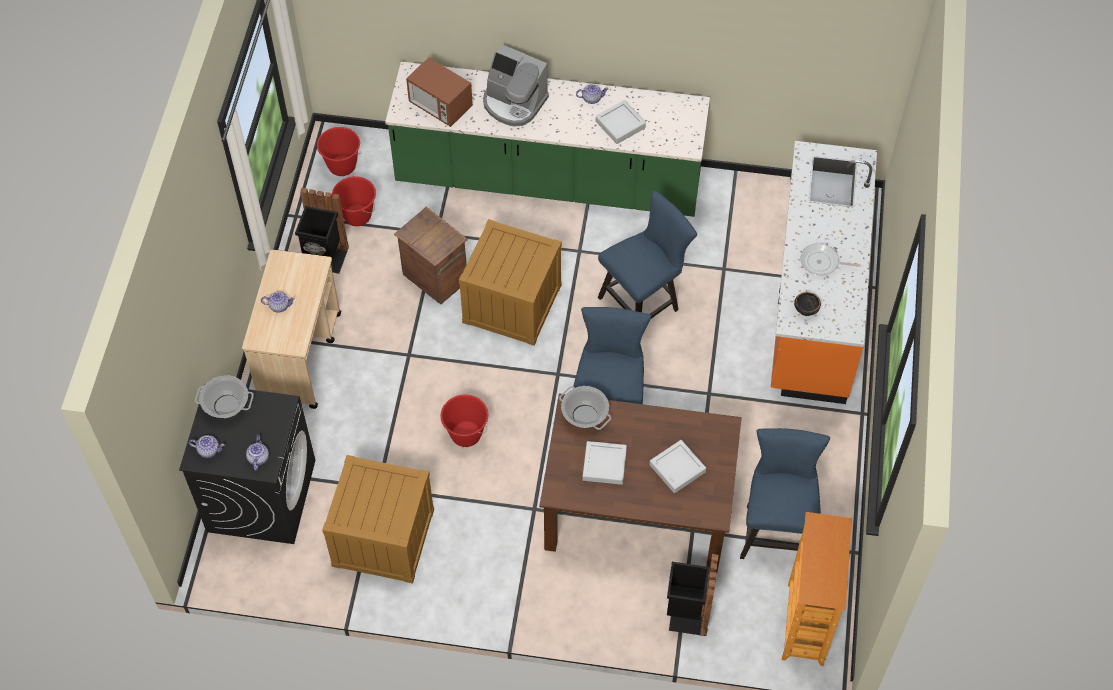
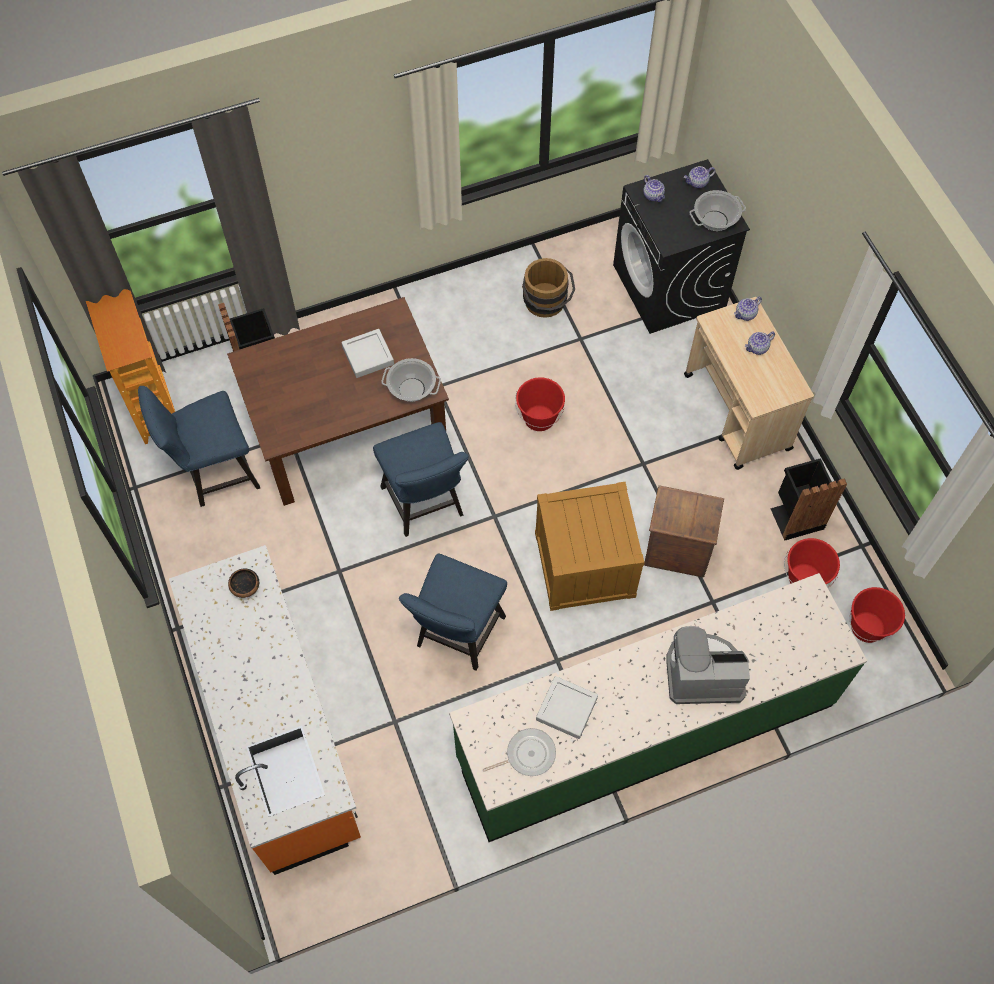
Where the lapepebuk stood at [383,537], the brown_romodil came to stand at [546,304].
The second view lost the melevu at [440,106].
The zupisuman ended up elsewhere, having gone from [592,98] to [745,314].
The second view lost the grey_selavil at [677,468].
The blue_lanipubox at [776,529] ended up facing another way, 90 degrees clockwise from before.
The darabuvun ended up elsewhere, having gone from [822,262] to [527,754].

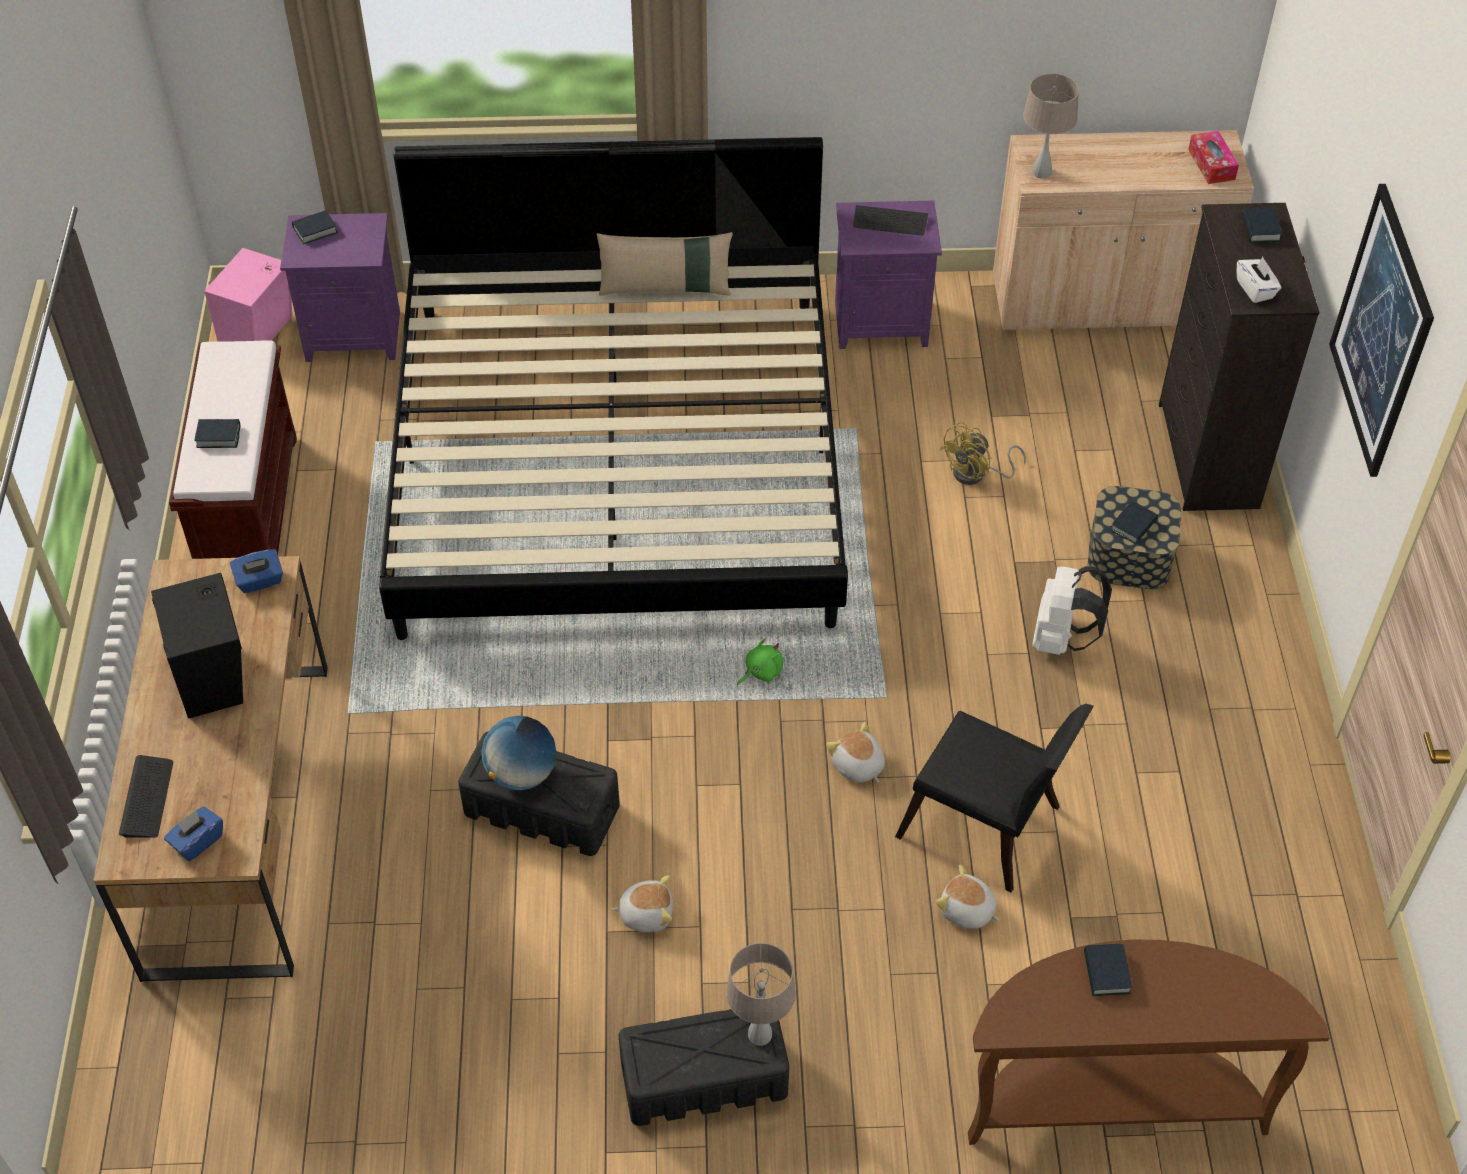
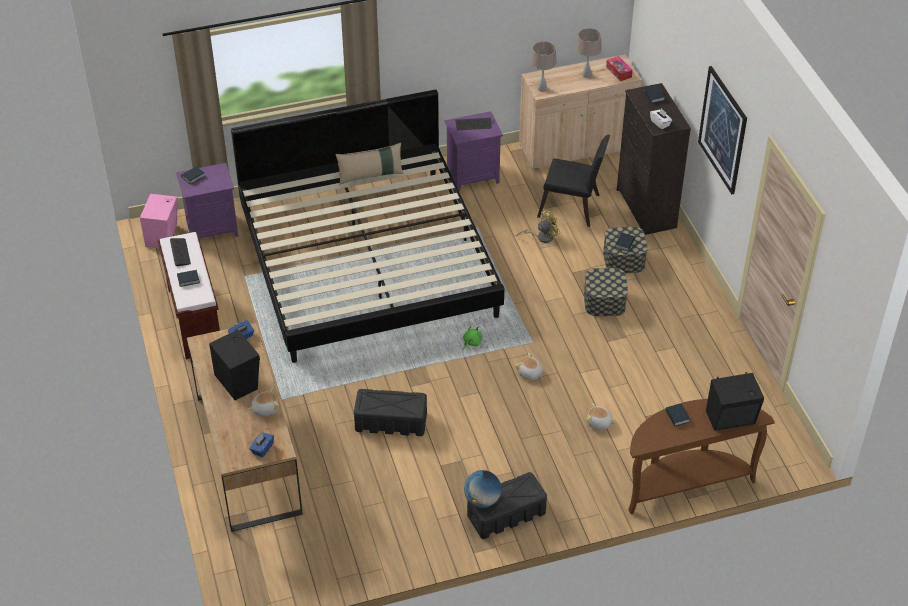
The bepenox ended up elsewhere, having gone from [147,798] to [180,252].
The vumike ended up elsewhere, having gone from [521,774] to [482,500].
The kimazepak ended up elsewhere, having gone from [646,913] to [265,409].
The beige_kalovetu ended up elsewhere, having gone from [759,1034] to [586,75].
The black_lanipubox ended up elsewhere, having gone from [986,829] to [573,208].
The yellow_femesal at [976,474] ended up facing another way, 150 degrees counterclockwise from before.
Where the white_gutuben stood at [1061,638], the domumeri came to stand at [604,301].
The second view gained the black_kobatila at [732,419].

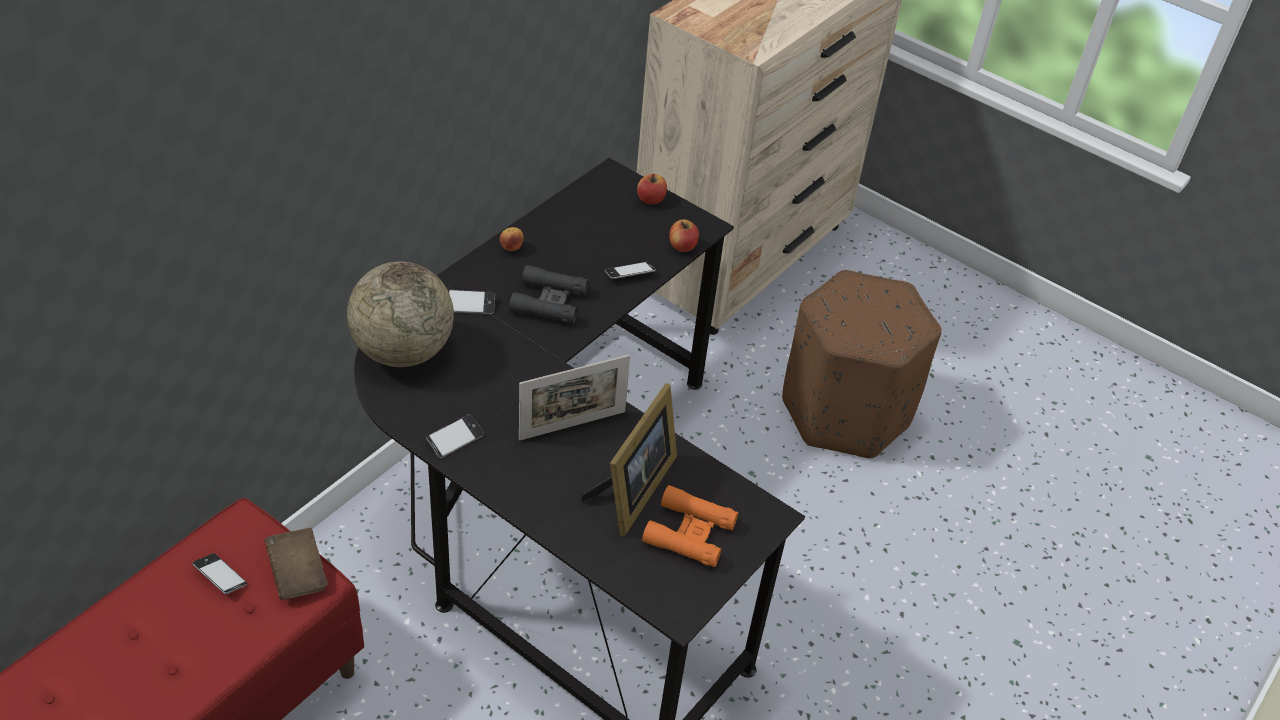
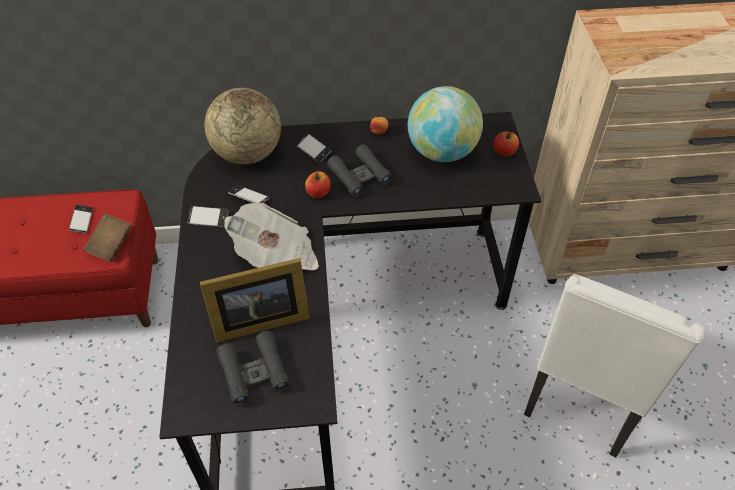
Where the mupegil stood at [572,425], the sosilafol came to stand at [276,256].
The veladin ended up elsewhere, having gone from [629,274] to [249,197].
What was the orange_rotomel at [689,533] turned into the black_rotomel at [254,372].
The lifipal ended up elsewhere, having gone from [682,246] to [318,192].
Where the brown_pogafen stood at [844,412], the white_lanipubox came to stand at [585,394].
The second view gained the vumike at [441,152].

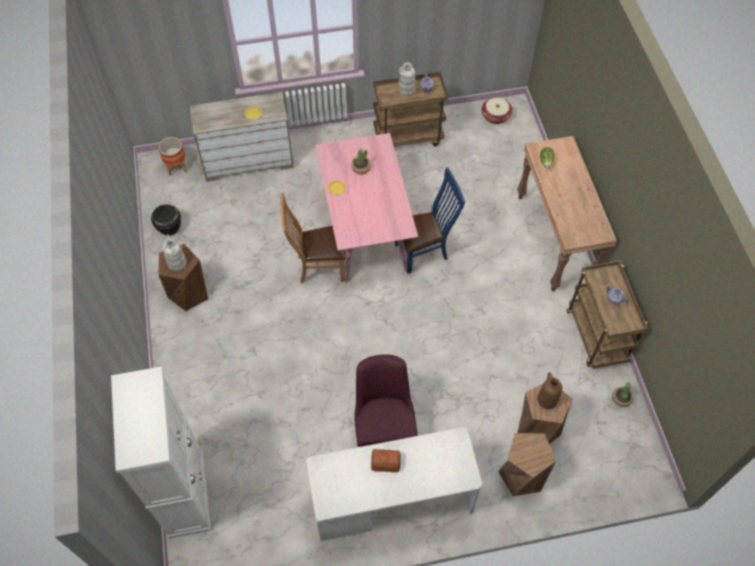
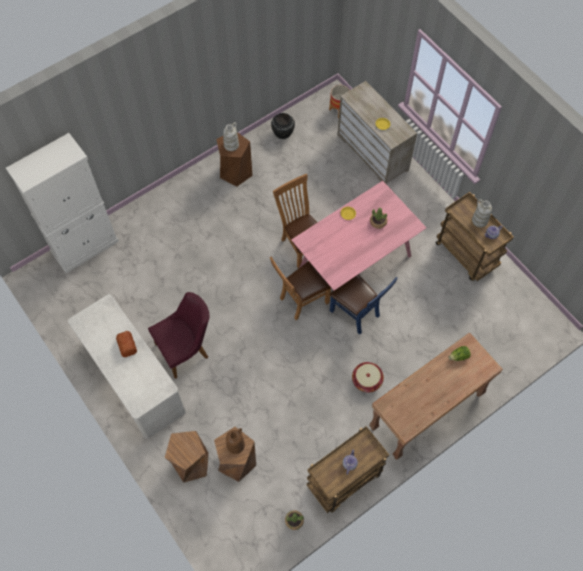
The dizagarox ended up elsewhere, having gone from [495,116] to [367,380].
The second view gained the brown_lanipubox at [301,300].

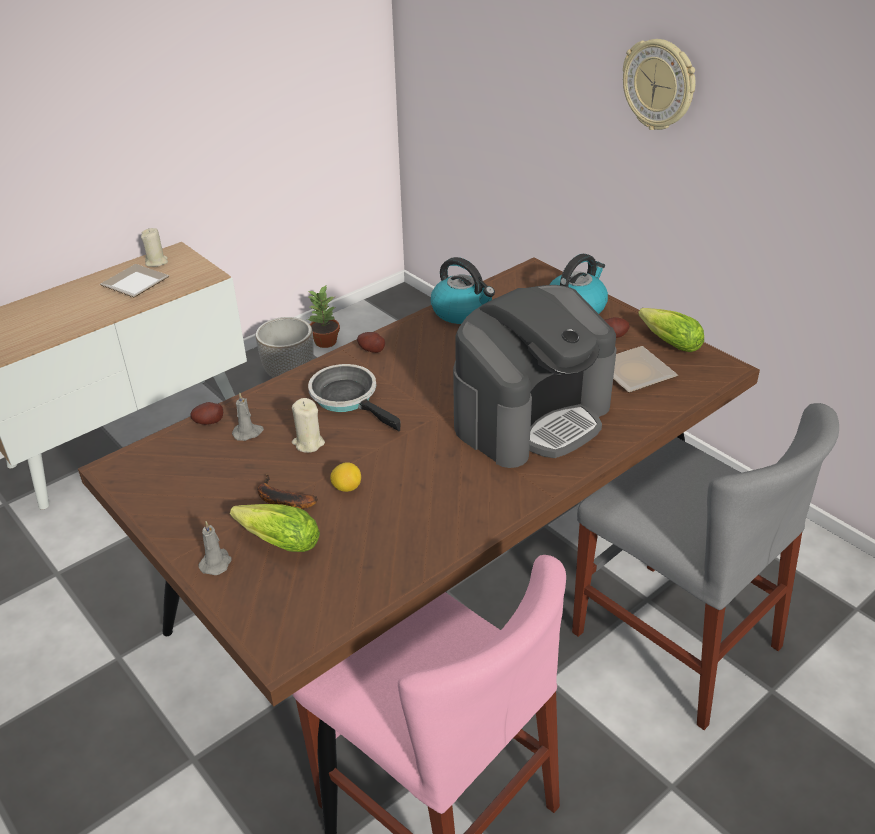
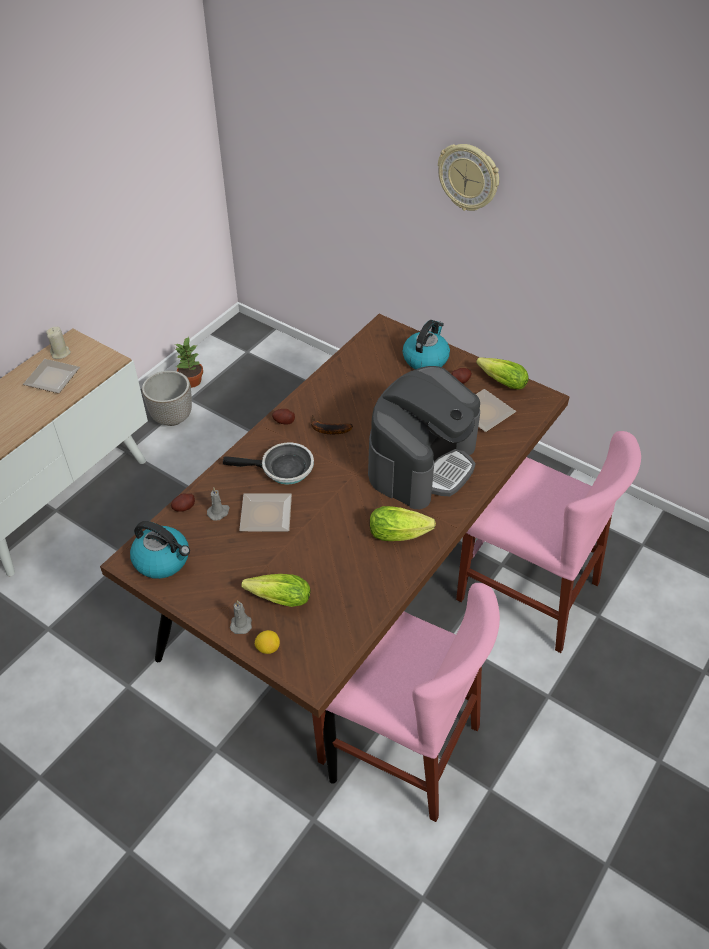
The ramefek ended up elsewhere, having gone from [280,500] to [327,429].
Where the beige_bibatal stood at [308,443], the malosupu came to stand at [268,513].
The darabuvun at [348,398] ended up facing another way, 150 degrees clockwise from before.
The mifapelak ended up elsewhere, having gone from [347,487] to [268,648].
The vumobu ended up elsewhere, having gone from [462,311] to [163,560].
What was the grey_lanipubox at [675,639] turned into the pink_lanipubox at [527,591].
The second view gained the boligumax at [402,533].

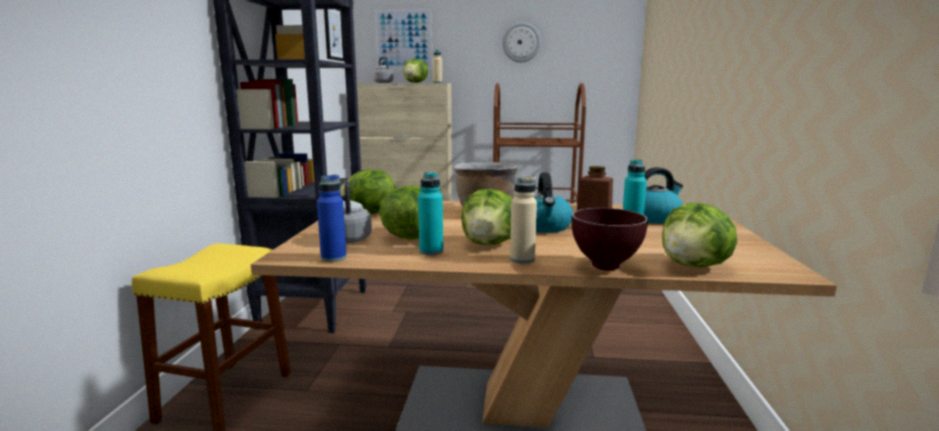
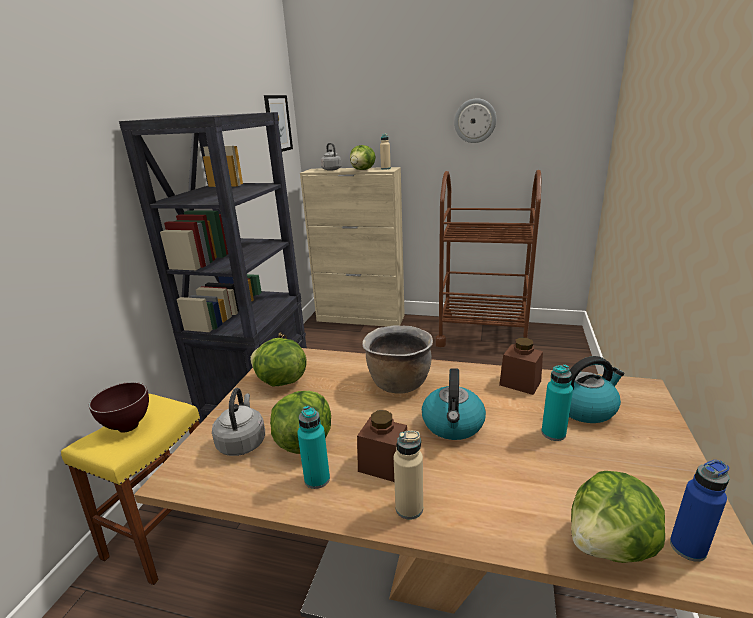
The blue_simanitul ended up elsewhere, having gone from [333,258] to [687,547].
The second view lost the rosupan at [404,39].
Where the boligumax stood at [490,244], the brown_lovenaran came to stand at [384,465].
The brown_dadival ended up elsewhere, having gone from [606,267] to [128,428].

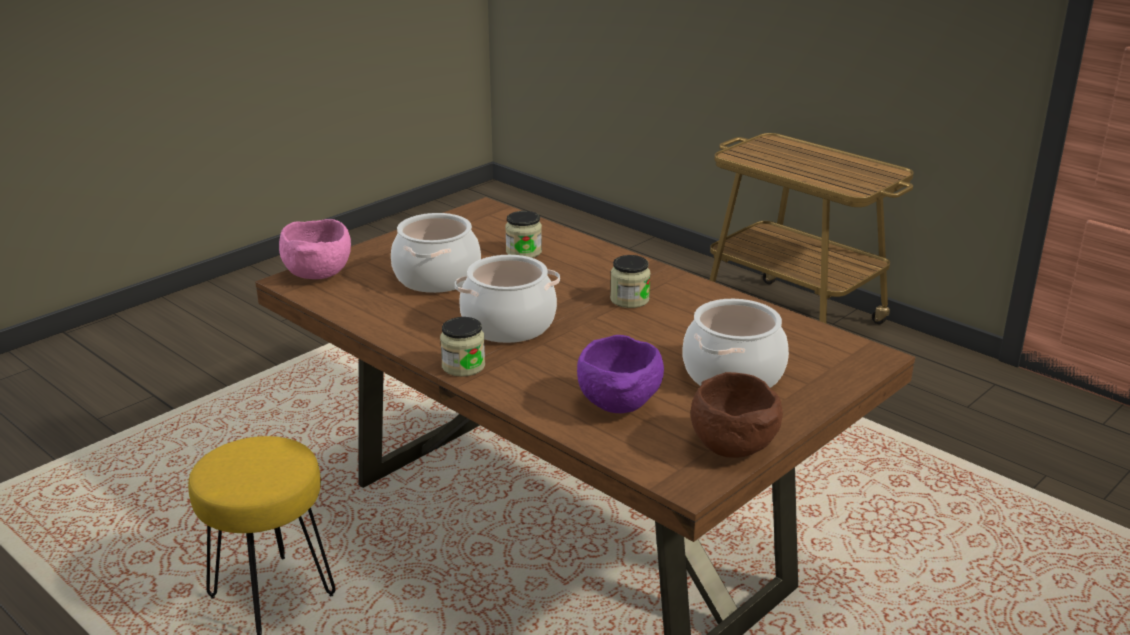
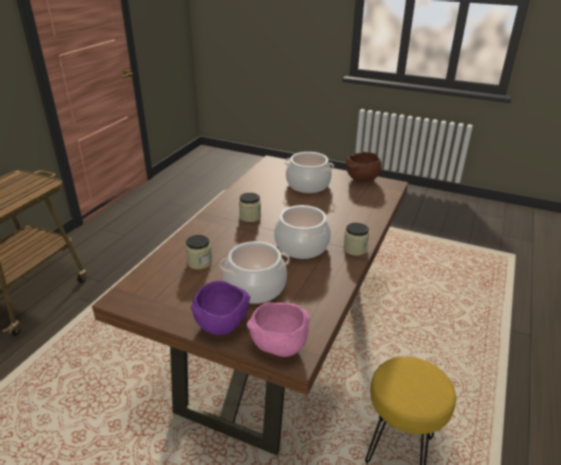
The purple_dadival ended up elsewhere, having gone from [620,406] to [222,325].

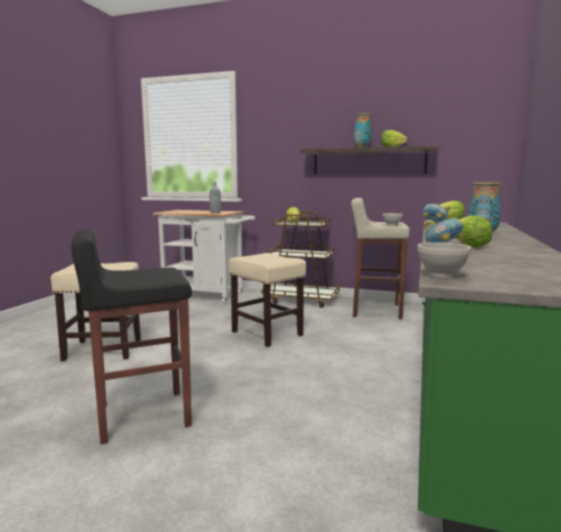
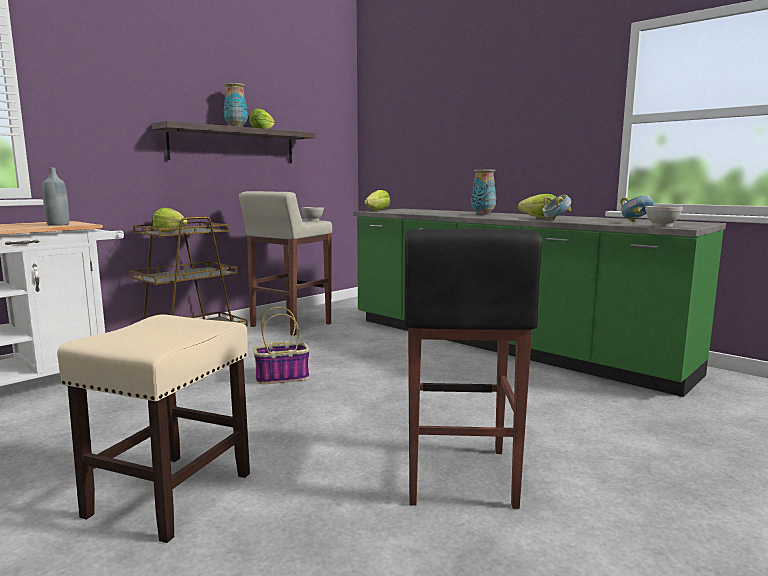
Where the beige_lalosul stood at [267,333], the dizagarox came to stand at [283,377].
The dadival ended up elsewhere, having gone from [434,224] to [636,222].

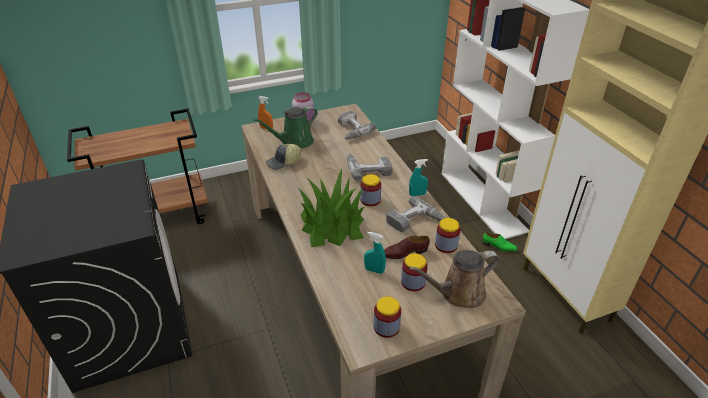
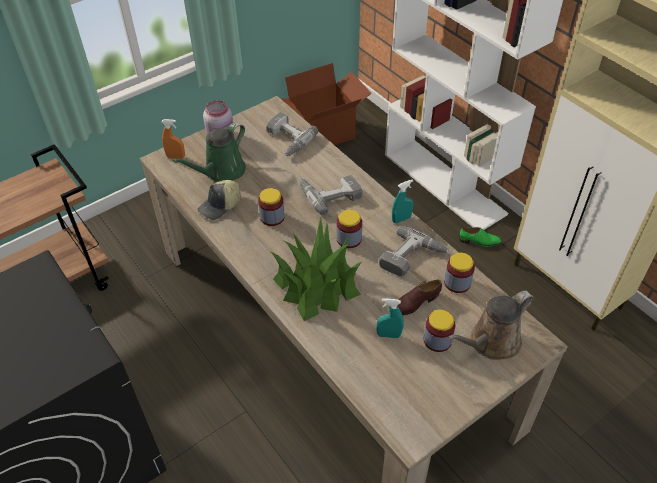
The lovenaran ended up elsewhere, having gone from [386,327] to [272,217].
The second view gained the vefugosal at [323,134].

